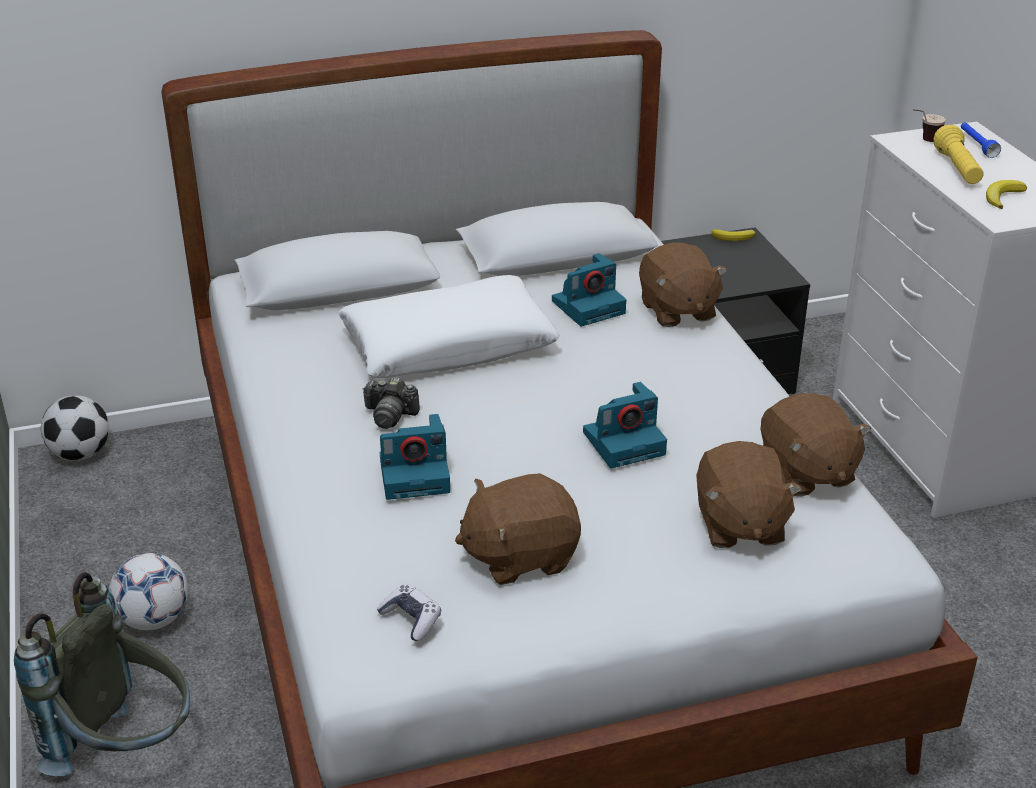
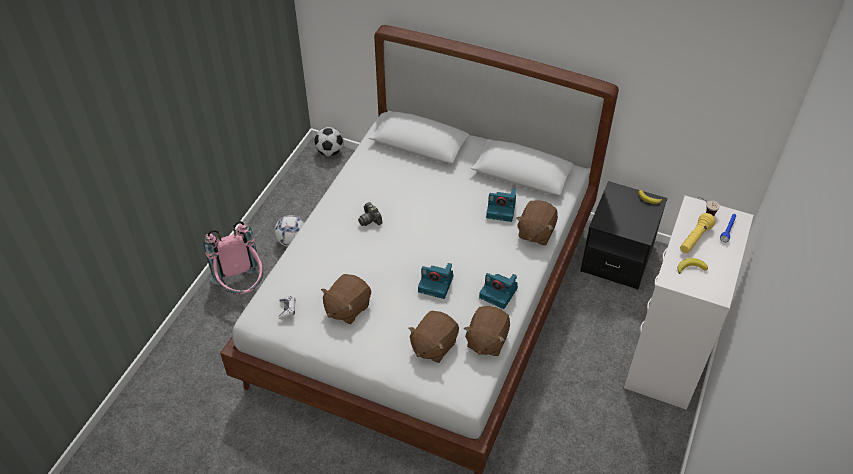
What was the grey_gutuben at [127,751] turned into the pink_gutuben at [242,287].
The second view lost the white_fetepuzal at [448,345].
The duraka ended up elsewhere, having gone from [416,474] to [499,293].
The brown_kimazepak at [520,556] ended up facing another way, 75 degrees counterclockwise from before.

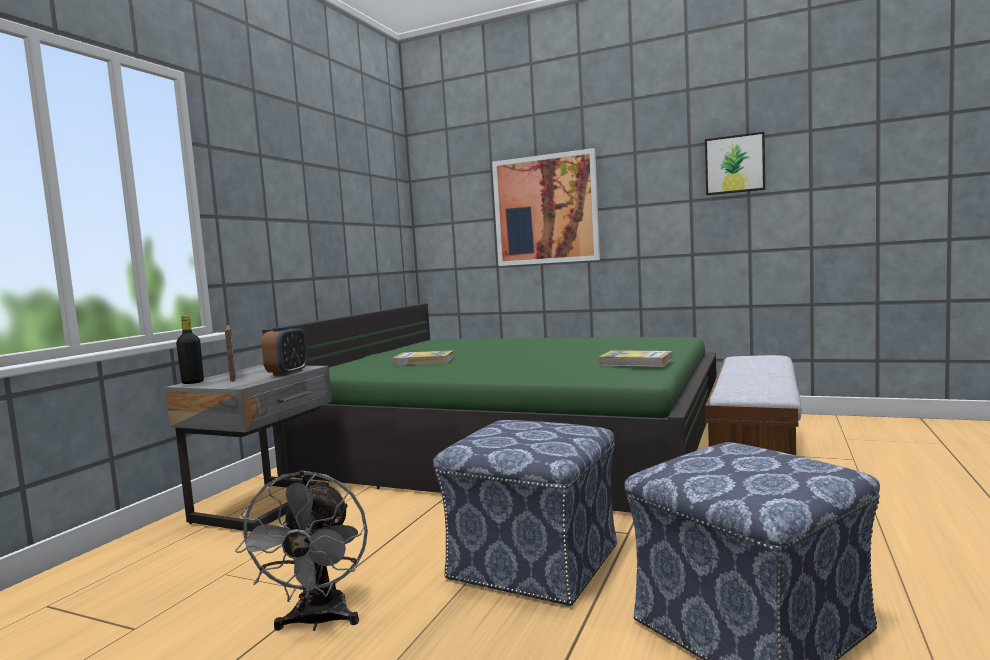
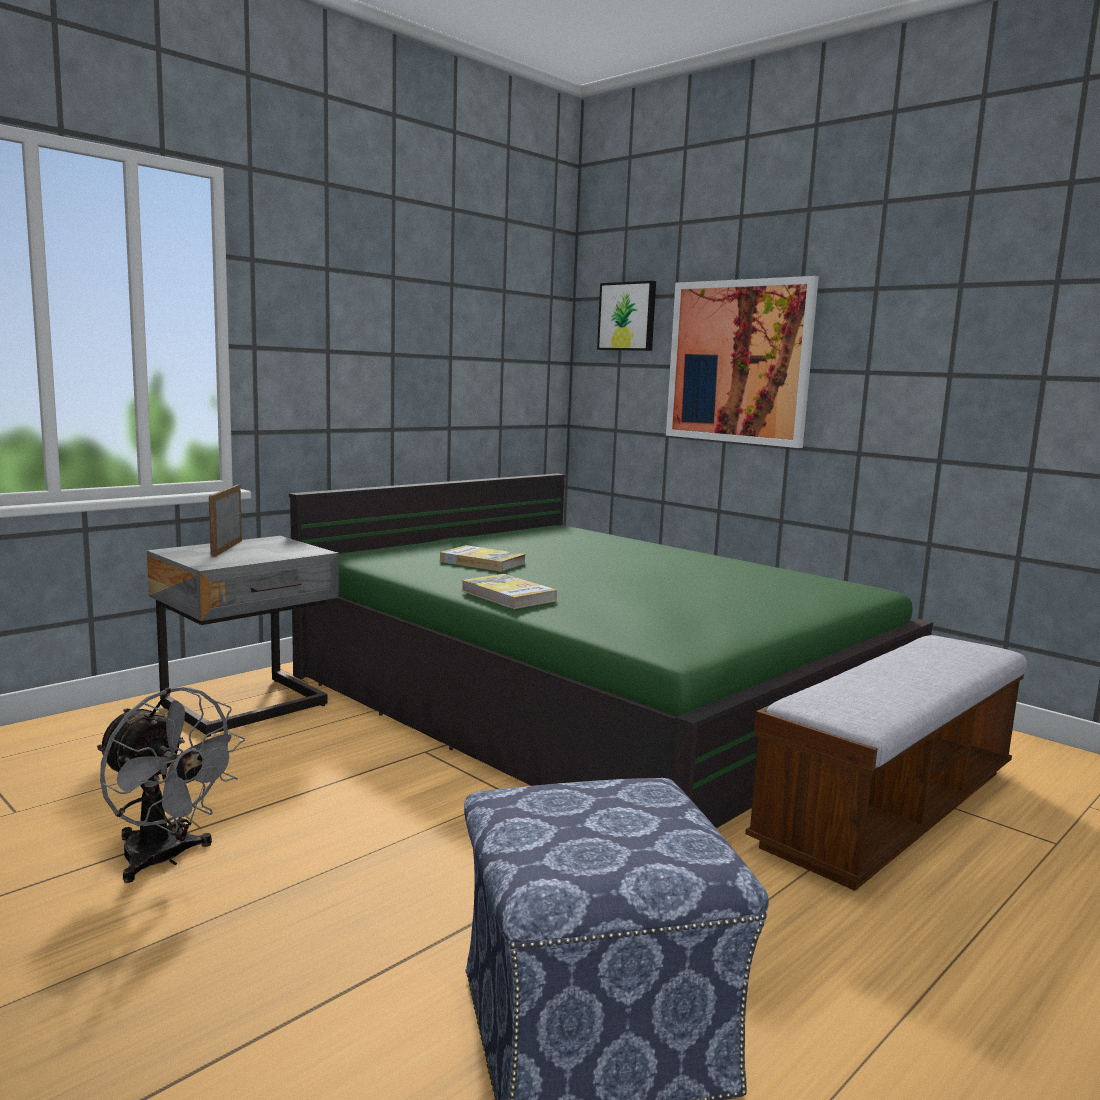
The second view lost the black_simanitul at [193,382].
The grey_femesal at [318,622] ended up facing another way, 75 degrees counterclockwise from before.
The second view lost the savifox at [288,373].
The second view lost the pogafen at [532,562].
The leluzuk ended up elsewhere, having gone from [635,362] to [508,596].
The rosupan ended up elsewhere, having gone from [734,164] to [628,316].

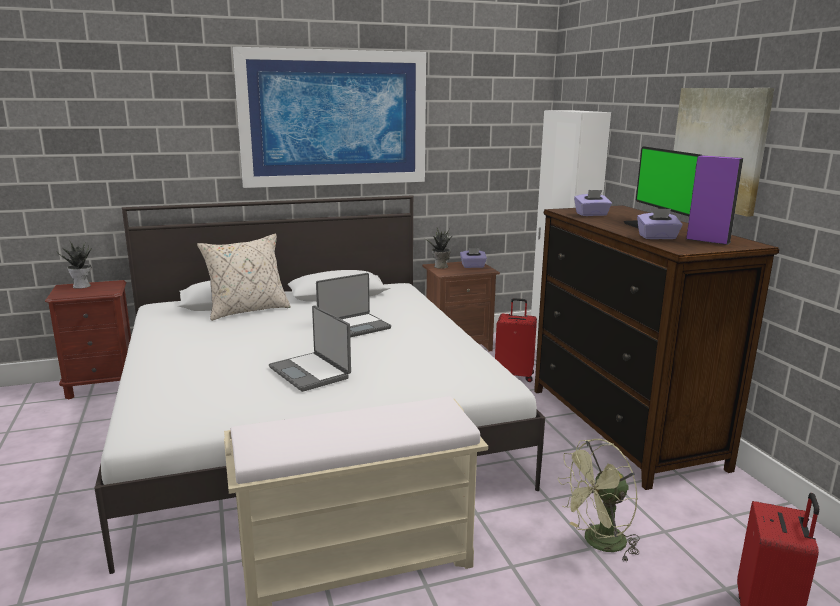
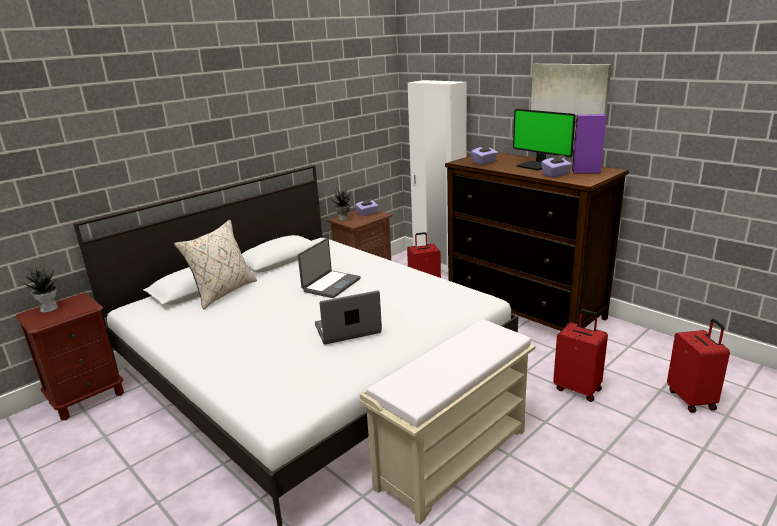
The second view lost the rosupan at [334,118].
The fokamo at [311,372] ended up facing another way, 135 degrees clockwise from before.
Where the green_femesal stood at [598,543], the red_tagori came to stand at [578,389].

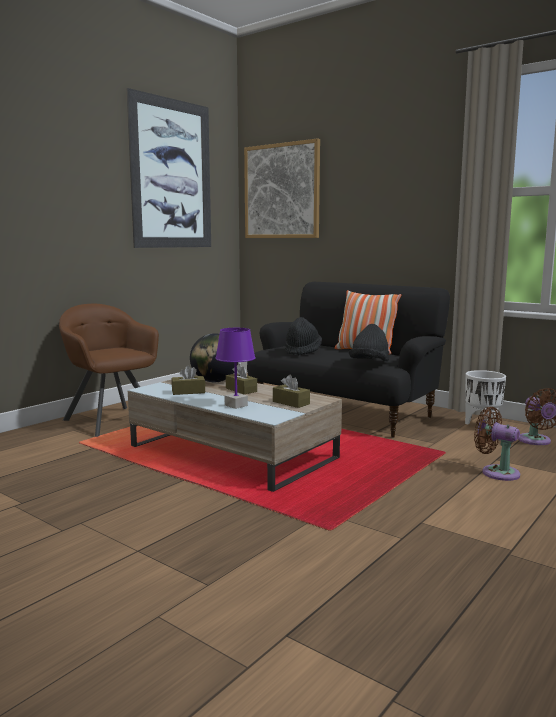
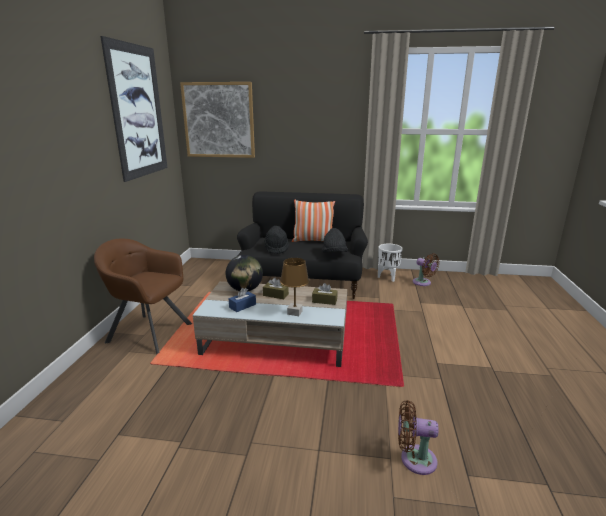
What was the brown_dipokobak at [188,392] turned into the blue_dipokobak at [242,306].
What was the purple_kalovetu at [236,405] turned into the brown_kalovetu at [295,312].
The brown_femesal ended up elsewhere, having gone from [496,472] to [414,459].

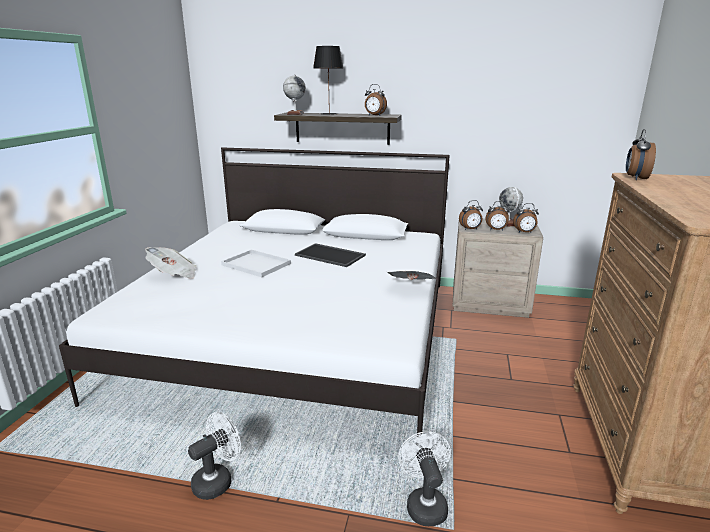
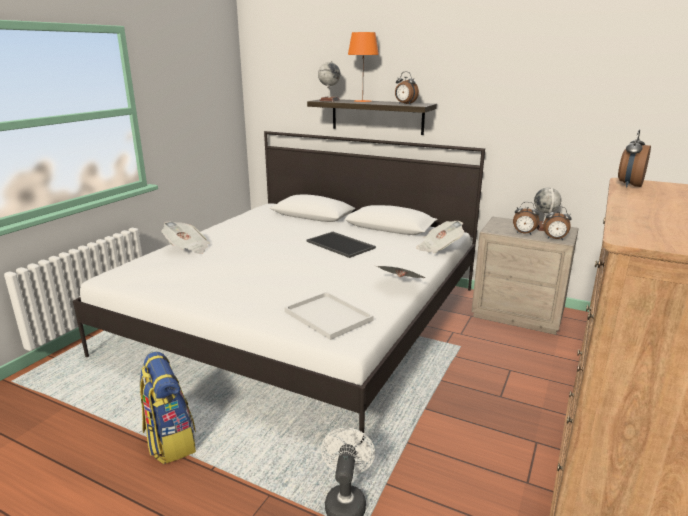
Where the white_femesal stood at [217,480], the gutuben came to stand at [170,441].
The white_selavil ended up elsewhere, having gone from [255,264] to [326,316].
What was the black_kalovetu at [328,114] turned into the orange_kalovetu at [362,101].
The second view lost the savifox at [470,229].
The second view gained the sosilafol at [439,248].

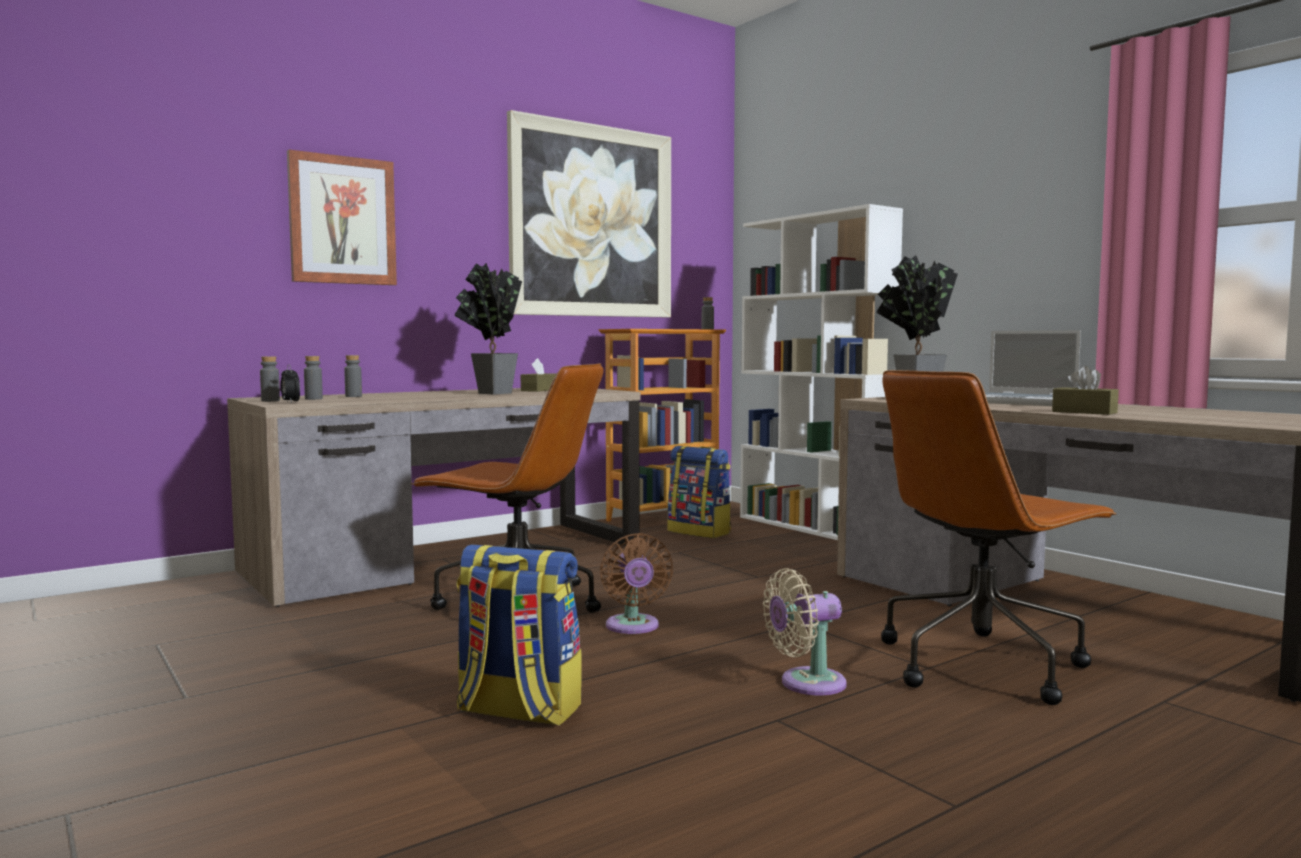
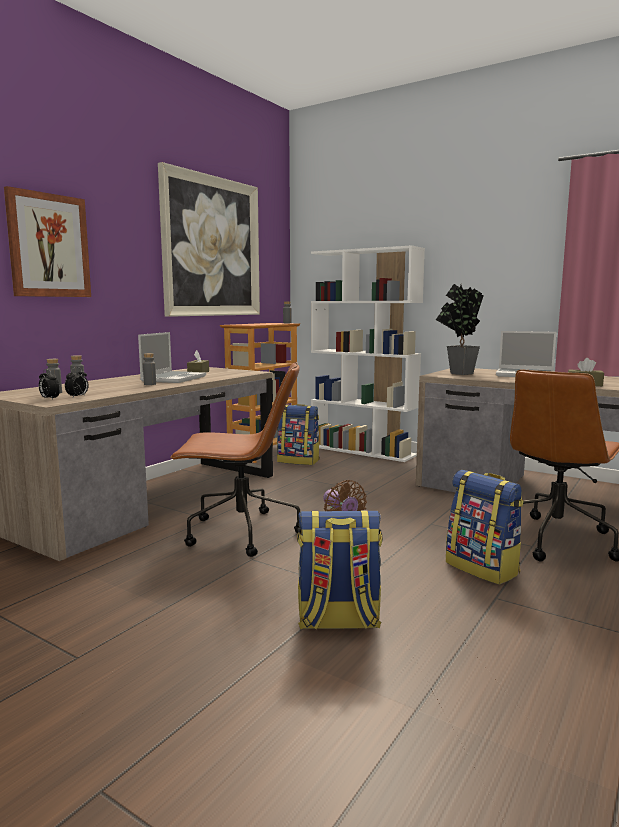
The grey_simanitul ended up elsewhere, having gone from [270,401] to [150,384].
Where the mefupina stood at [489,393], the fokamo came to stand at [173,378].
Where the beige_femesal stood at [806,683], the gutuben came to stand at [483,568].
The second view gained the savifox at [78,397].

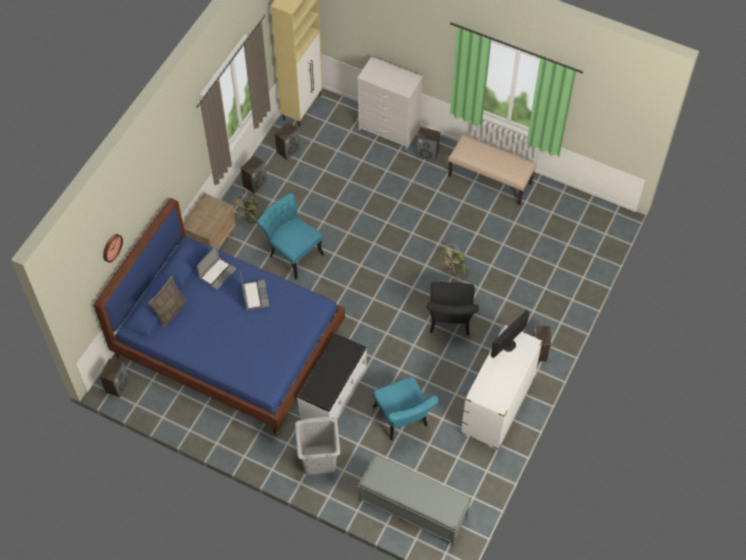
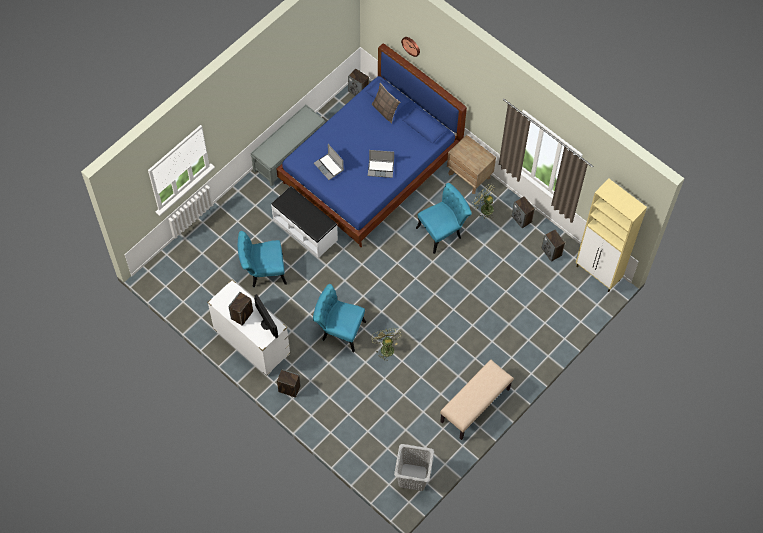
The fokamo ended up elsewhere, having gone from [217,273] to [329,167].
The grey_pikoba ended up elsewhere, having gone from [319,459] to [413,477].
The second view lost the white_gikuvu at [389,129].
The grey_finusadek ended up elsewhere, having gone from [412,509] to [290,153].
The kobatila ended up elsewhere, having gone from [427,154] to [242,315].
What was the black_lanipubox at [450,322] turned into the turquoise_lanipubox at [339,330].

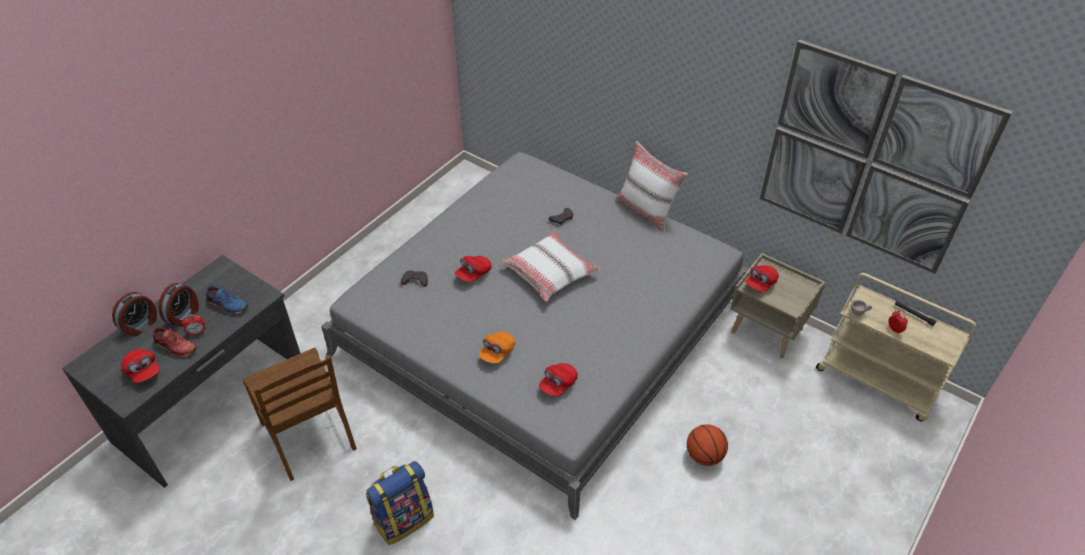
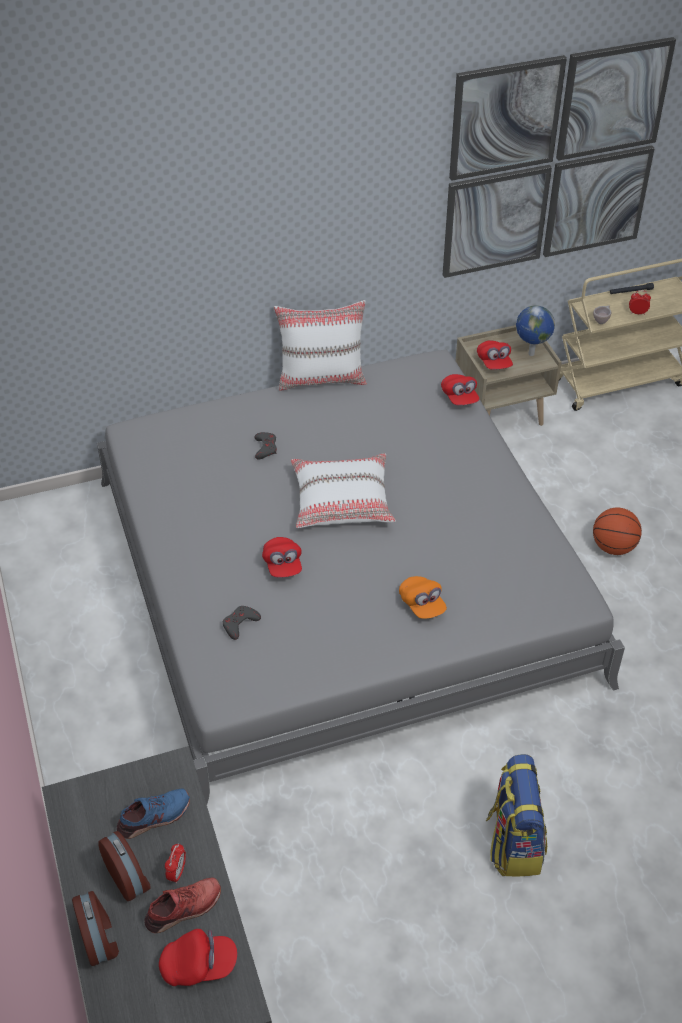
The second view lost the brown_lanipubox at [310,436].
The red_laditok ended up elsewhere, having gone from [558,385] to [459,398].
The second view gained the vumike at [530,354].

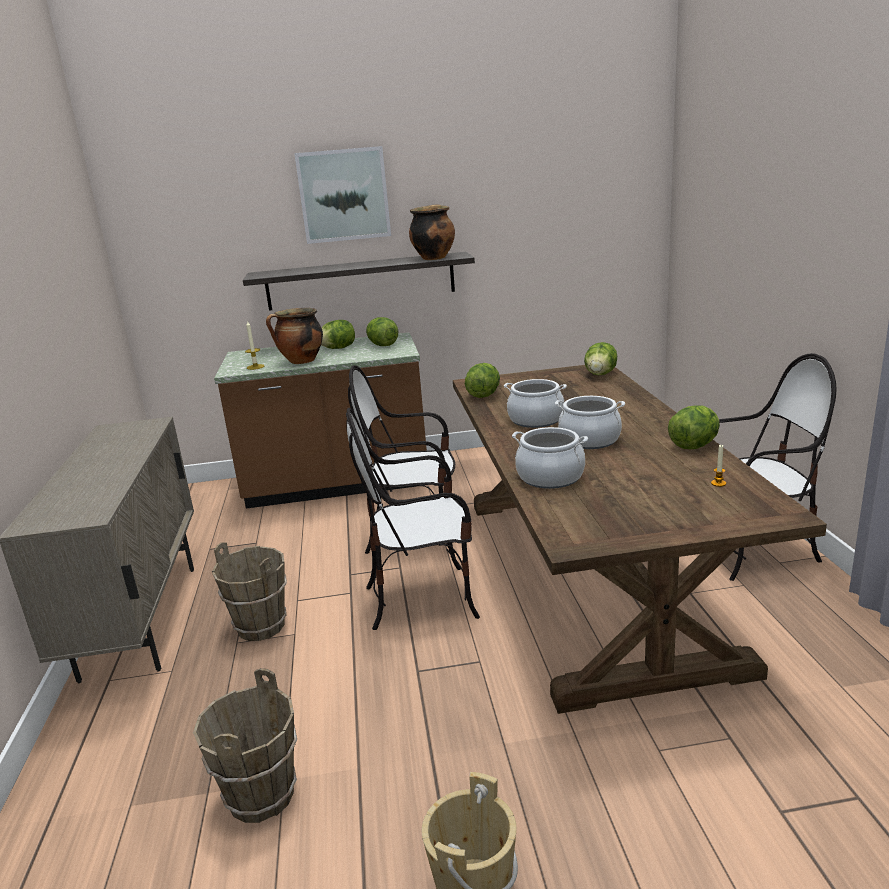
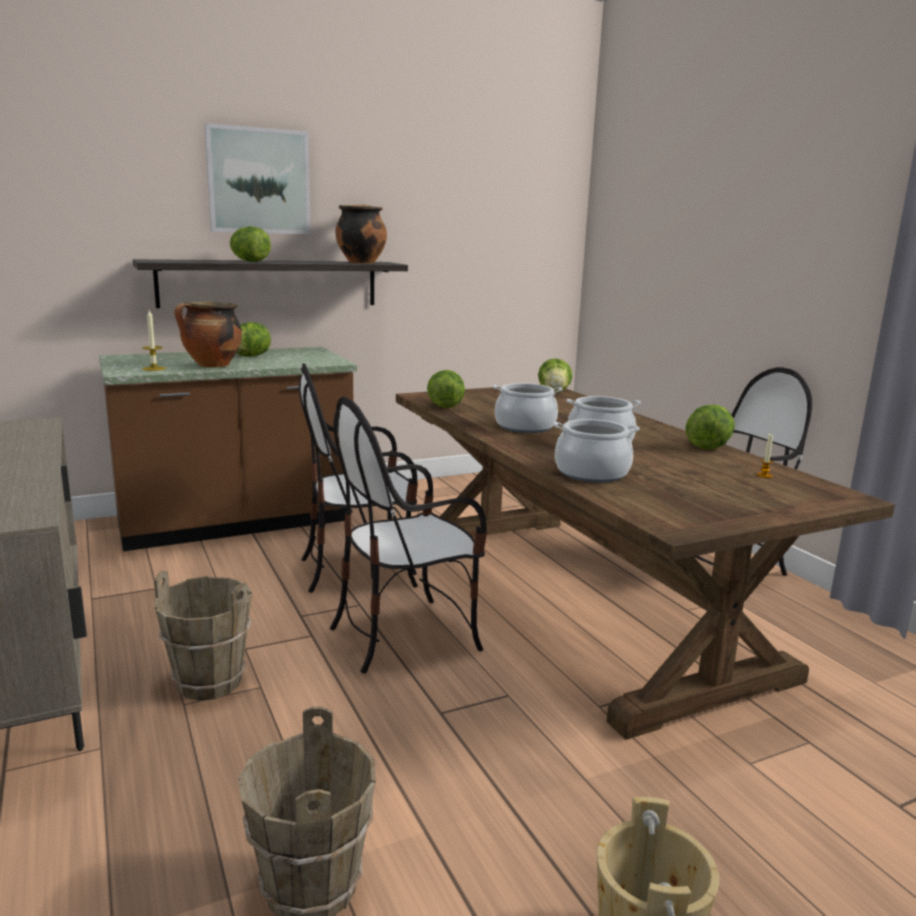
The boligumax ended up elsewhere, having gone from [382,345] to [250,261].

